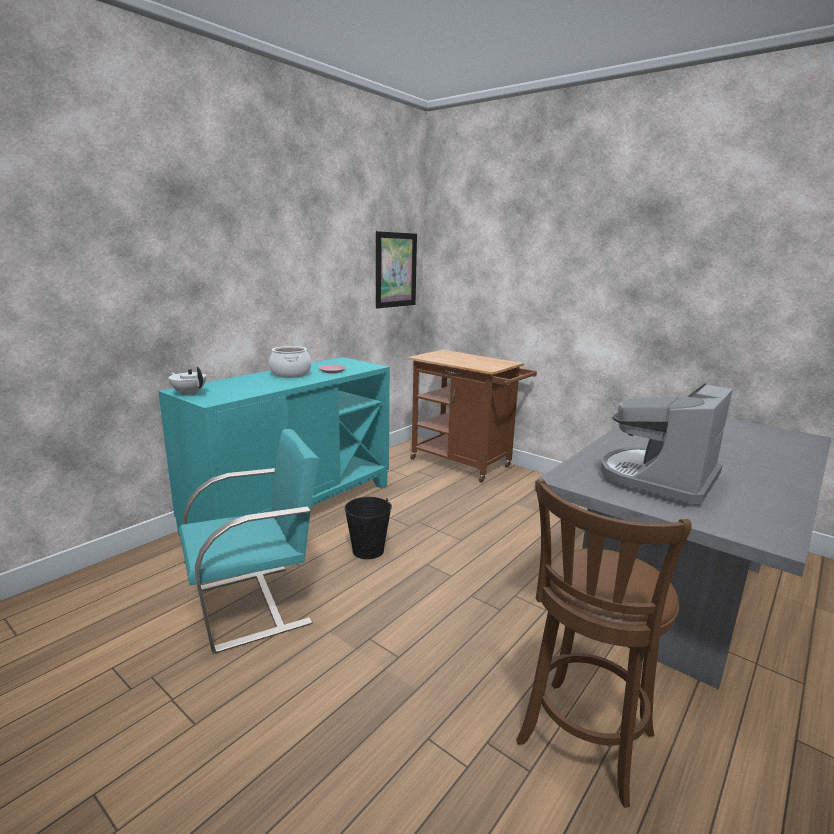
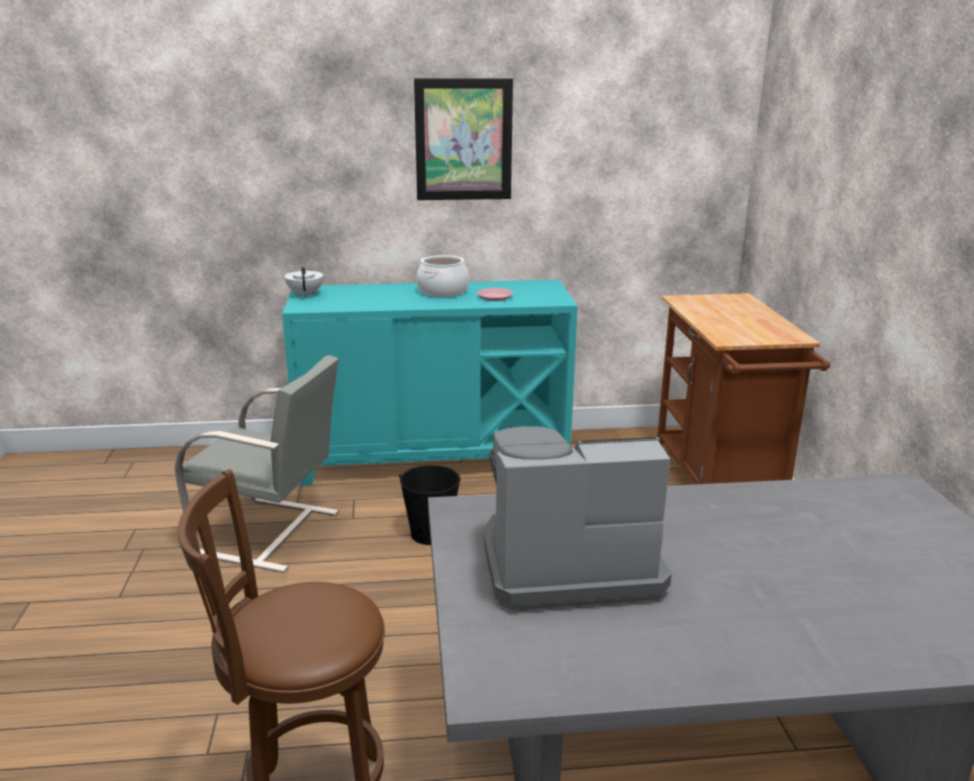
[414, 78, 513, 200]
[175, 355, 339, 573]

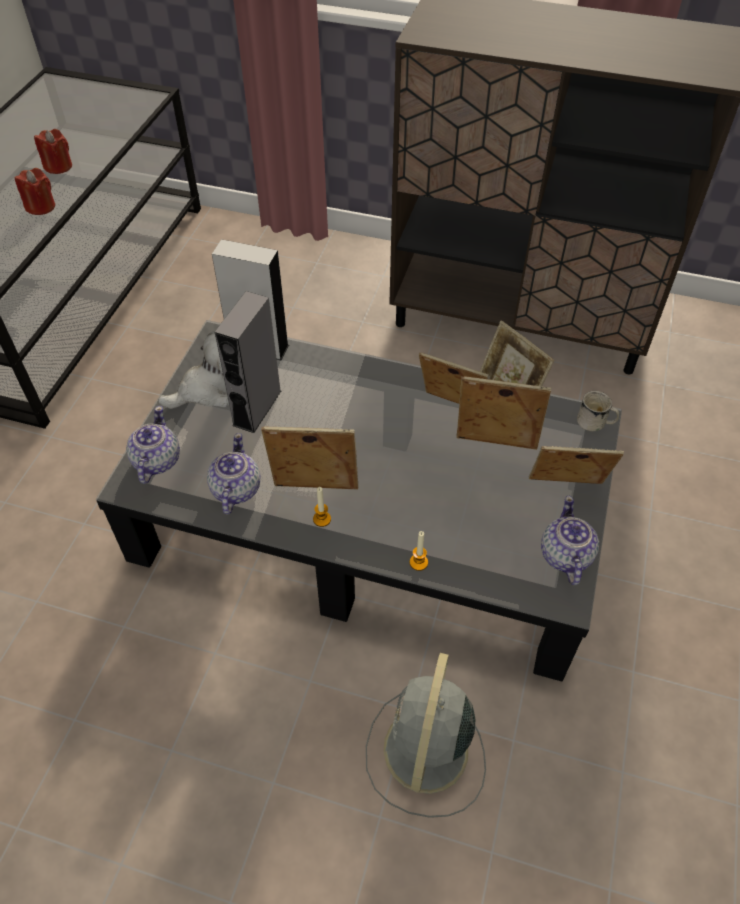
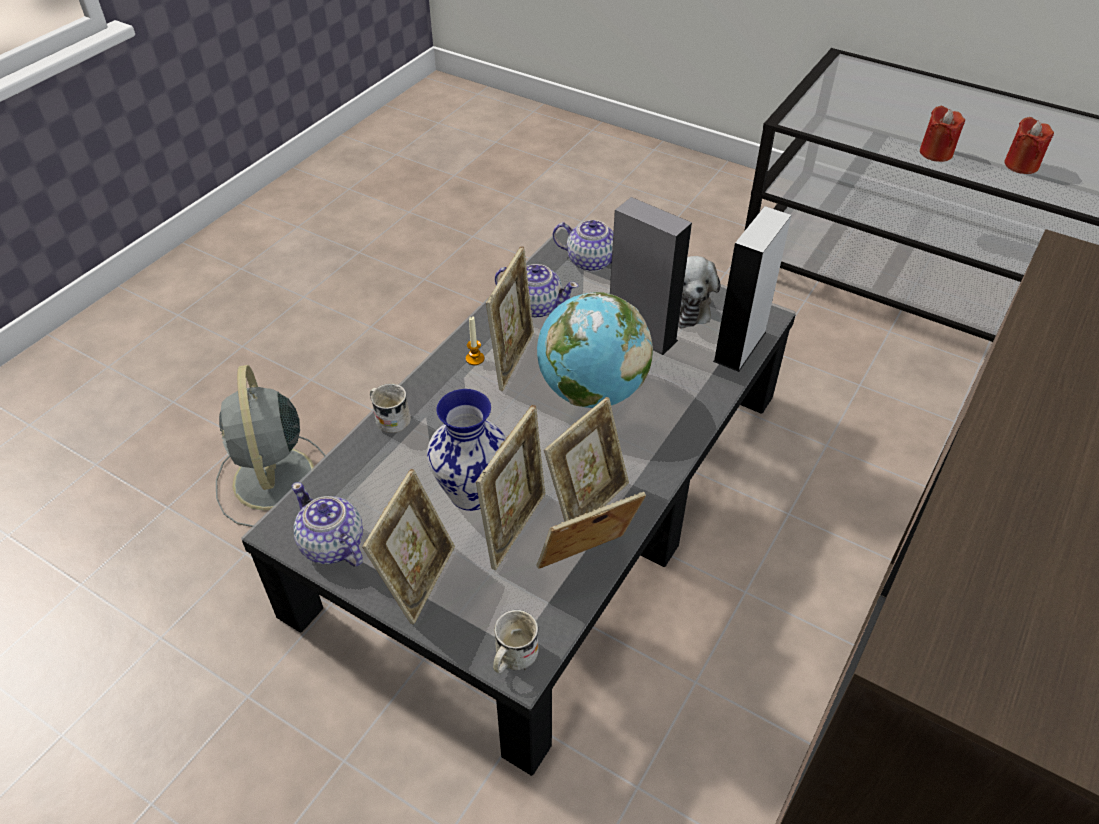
[427, 389, 506, 511]
[537, 292, 653, 408]
[370, 384, 411, 433]
[216, 365, 326, 527]
[292, 482, 363, 567]

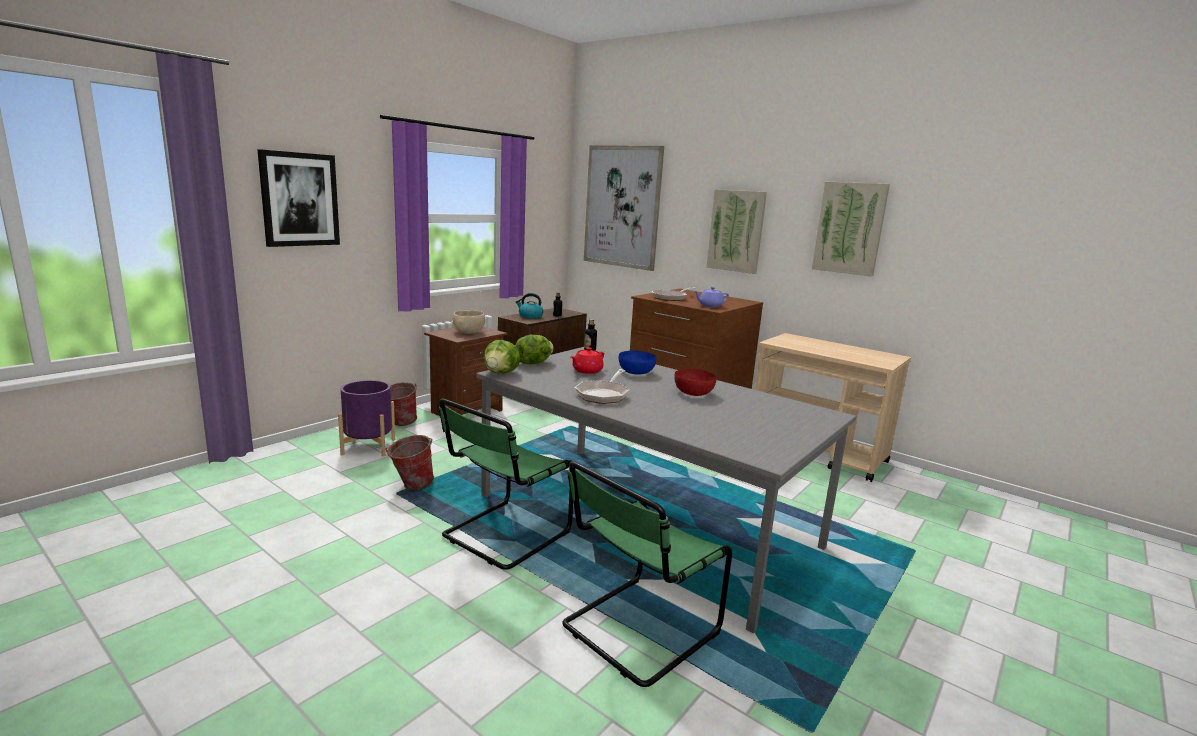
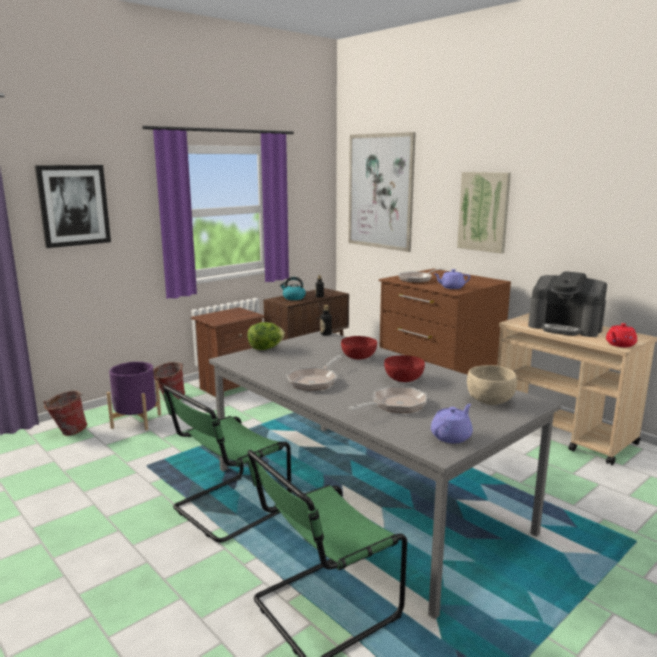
[484, 340, 520, 373] (first image)
[812, 181, 890, 277] (first image)
[349, 386, 427, 413]
[431, 404, 473, 443]
[528, 271, 607, 337]
[43, 391, 87, 436]
[467, 365, 517, 405]
[606, 323, 637, 347]
[341, 336, 377, 359]

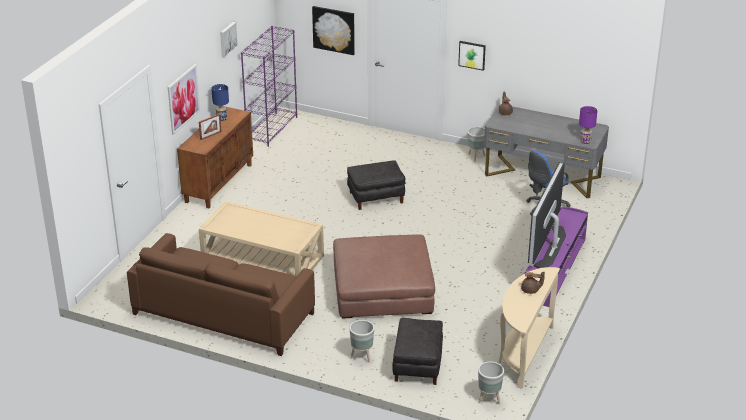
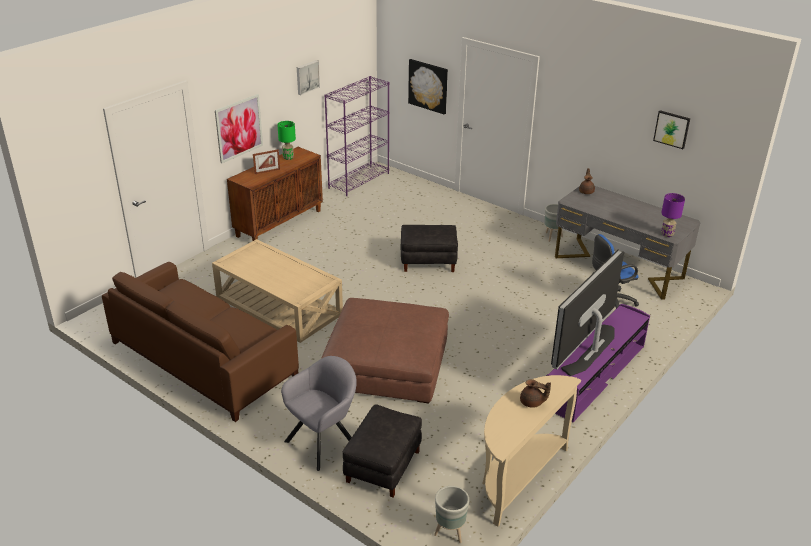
[653, 110, 690, 149]
[281, 356, 357, 471]
[277, 121, 296, 160]

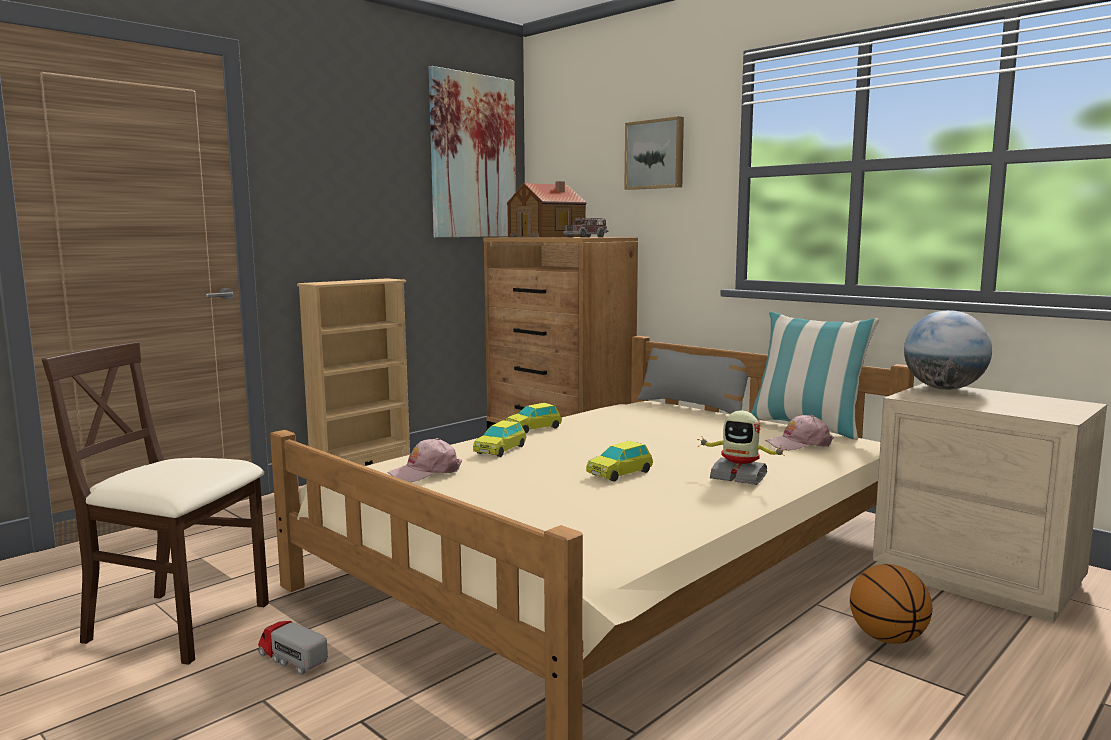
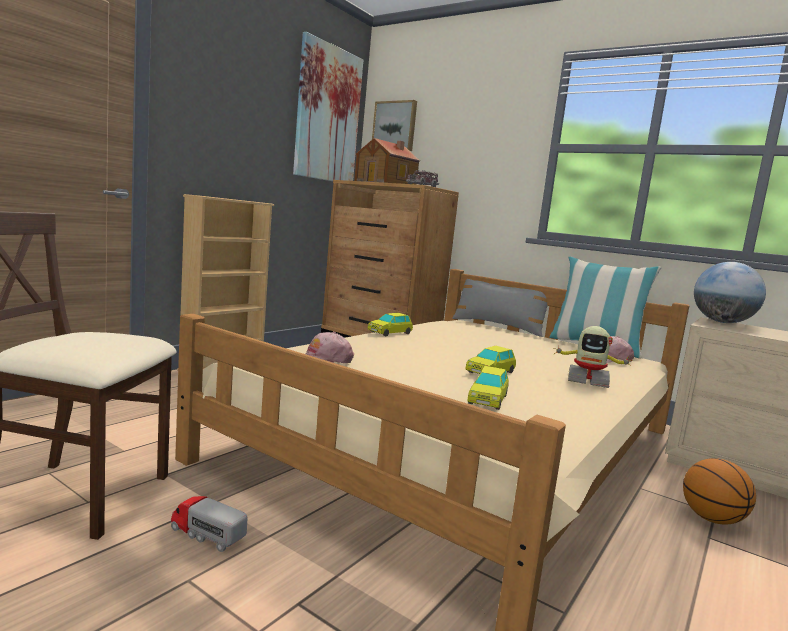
[467, 366, 509, 410]
[372, 100, 417, 151]

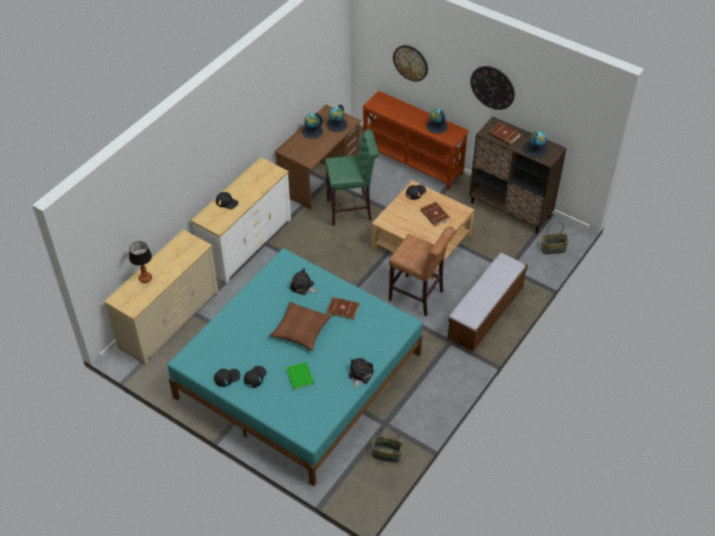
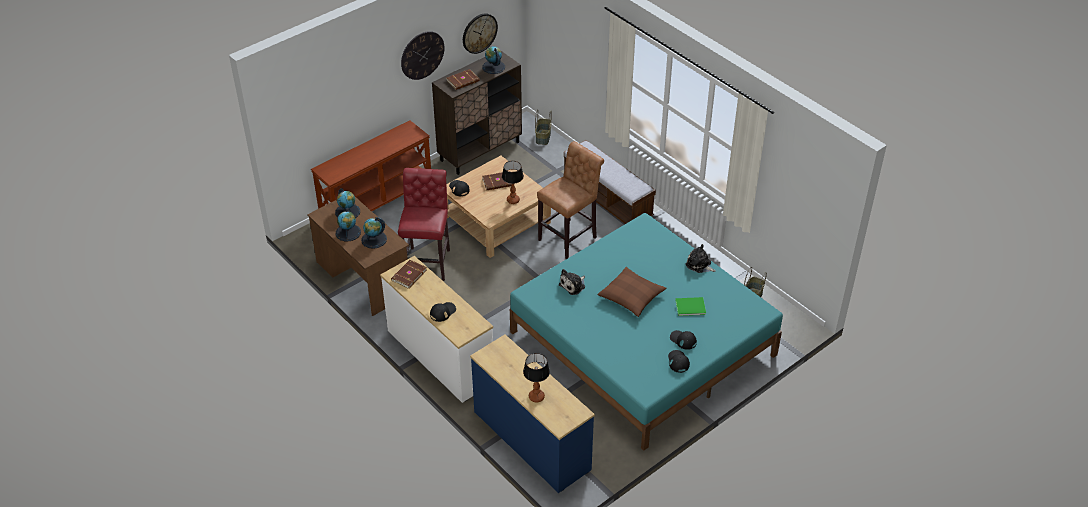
[502, 161, 524, 204]
[391, 260, 427, 289]
[463, 13, 498, 54]
[361, 217, 387, 249]
[470, 335, 595, 493]
[398, 168, 450, 281]

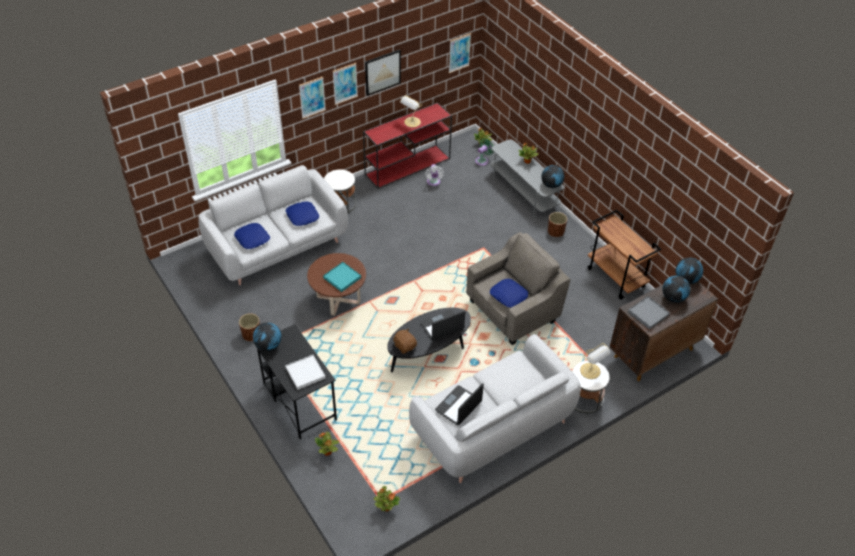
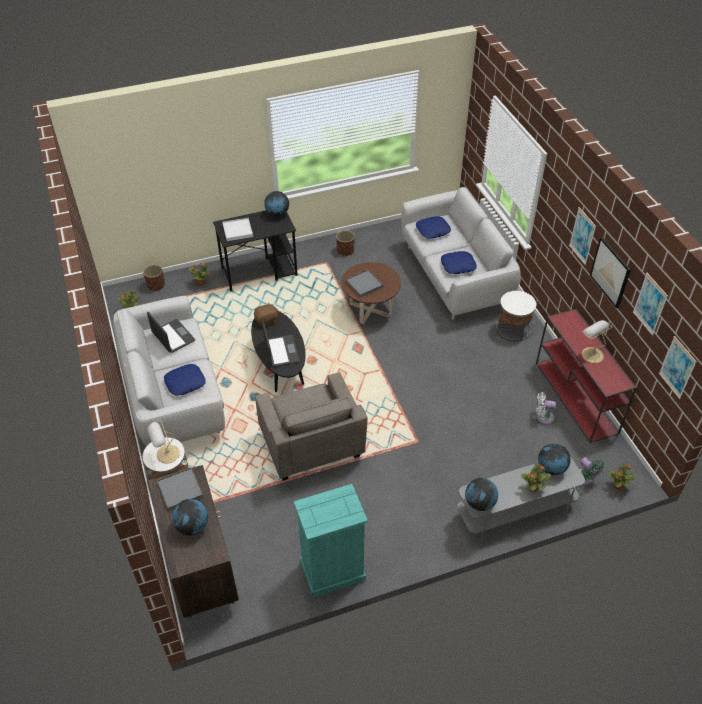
[633, 273, 668, 336]
[164, 364, 206, 396]
[143, 265, 165, 291]
[538, 443, 571, 475]
[294, 484, 368, 597]
[346, 269, 383, 298]

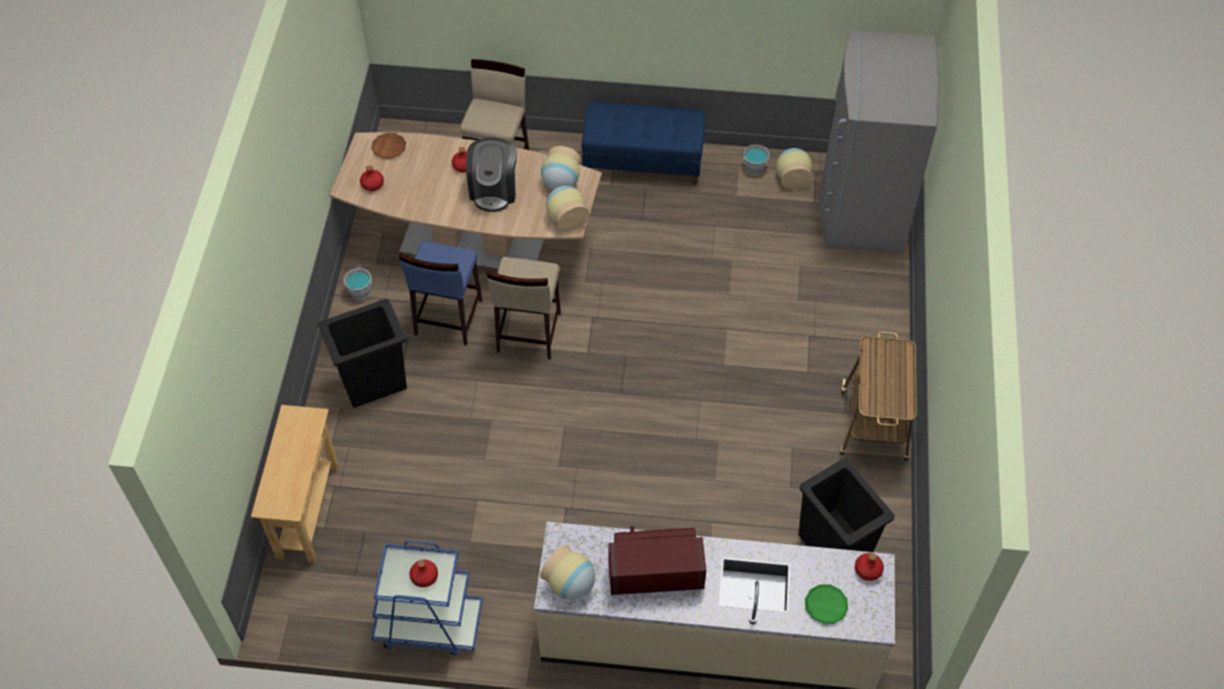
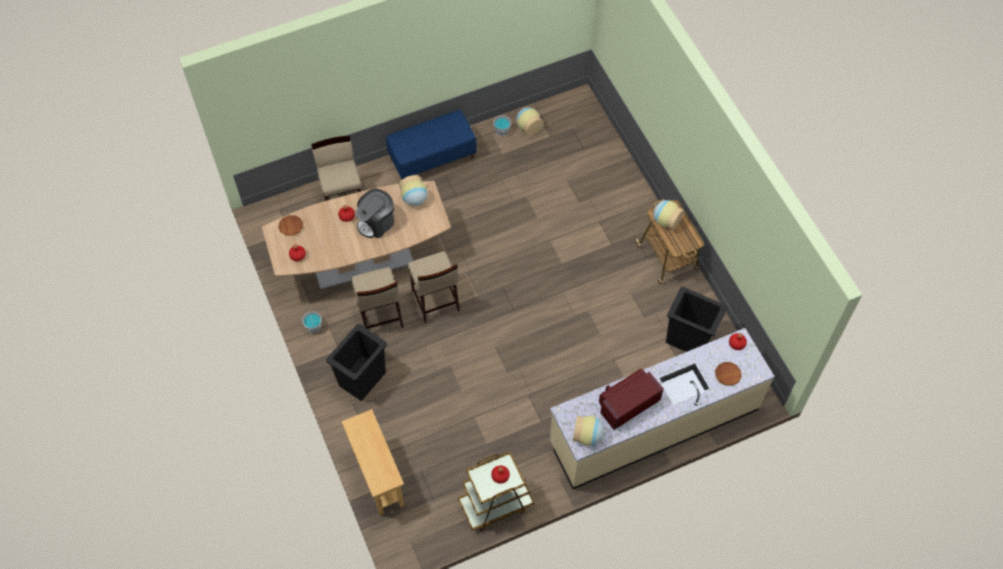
[819, 30, 938, 253] (first image)
[653, 200, 684, 230]
[458, 452, 534, 531]
[351, 267, 403, 329]
[715, 362, 742, 386]
[356, 189, 394, 238]

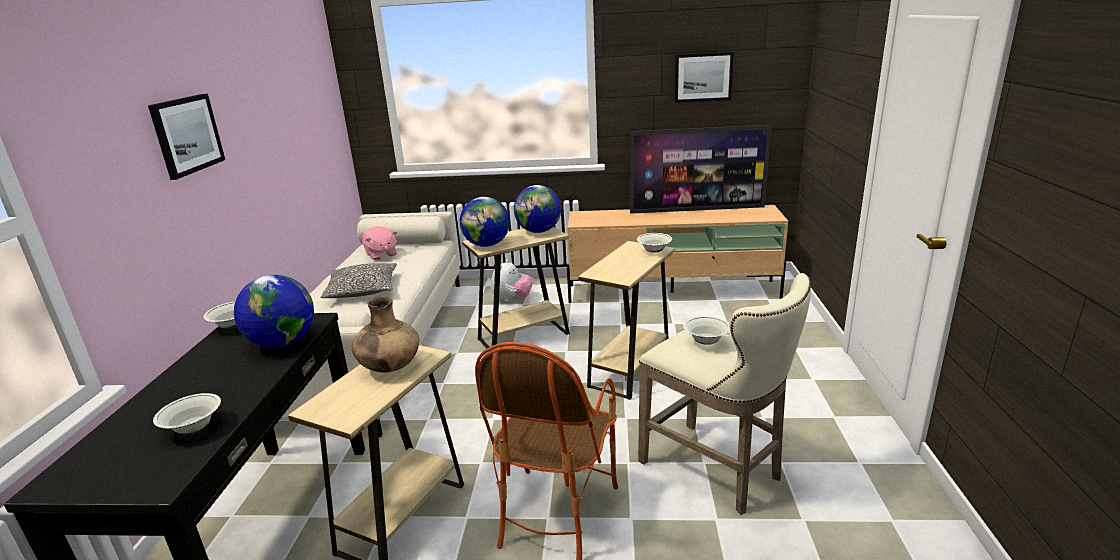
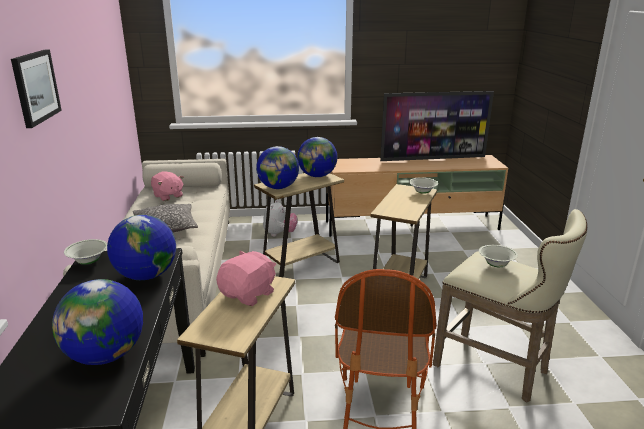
[675, 52, 734, 103] (first image)
[52, 279, 143, 365]
[216, 251, 276, 306]

